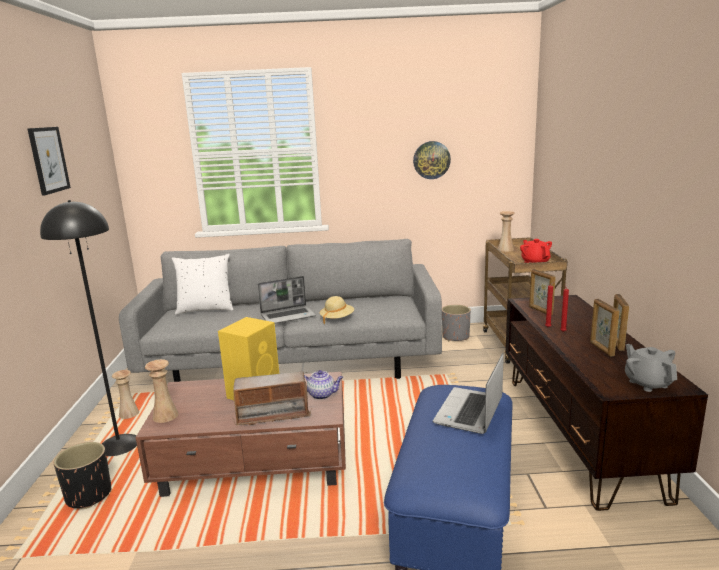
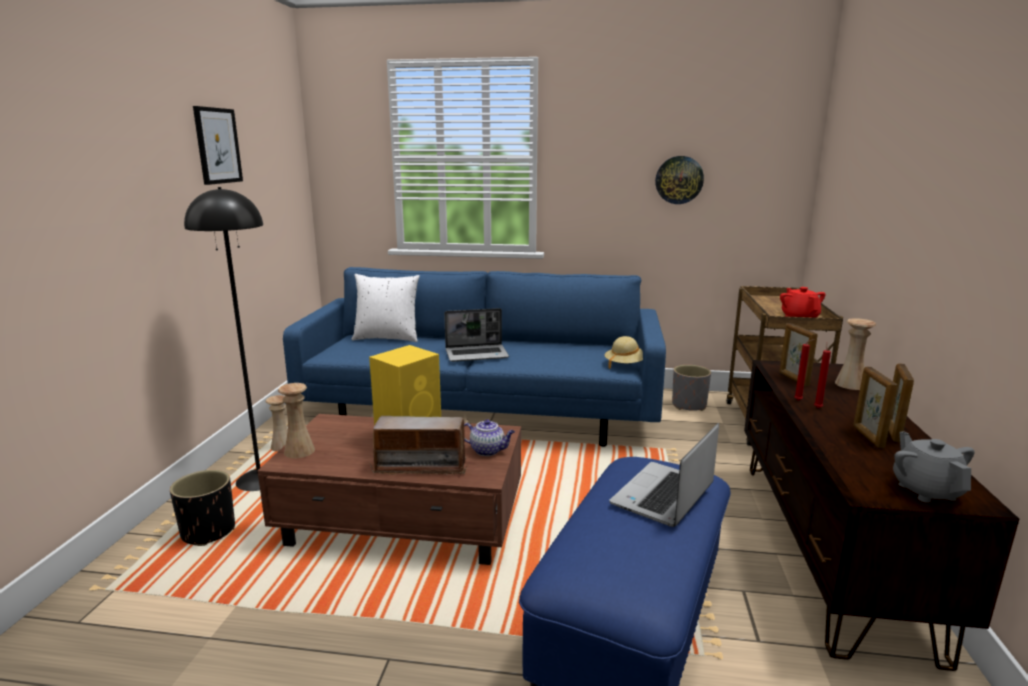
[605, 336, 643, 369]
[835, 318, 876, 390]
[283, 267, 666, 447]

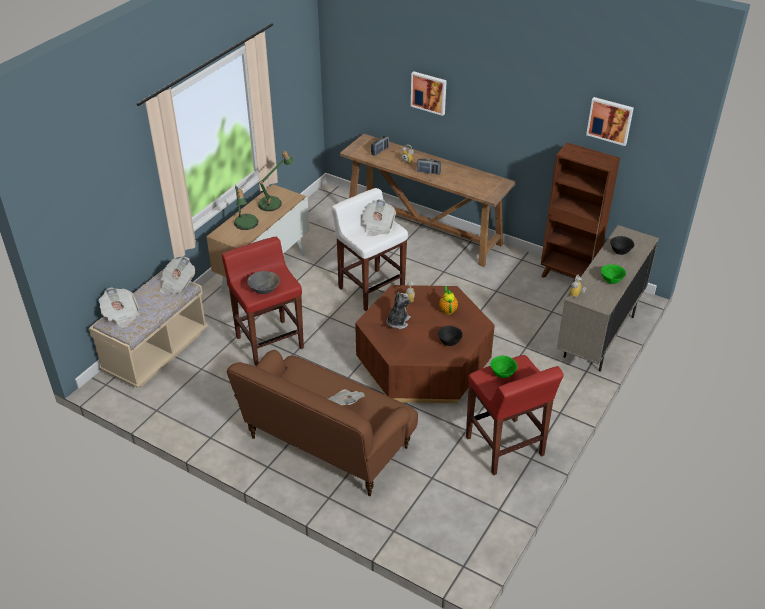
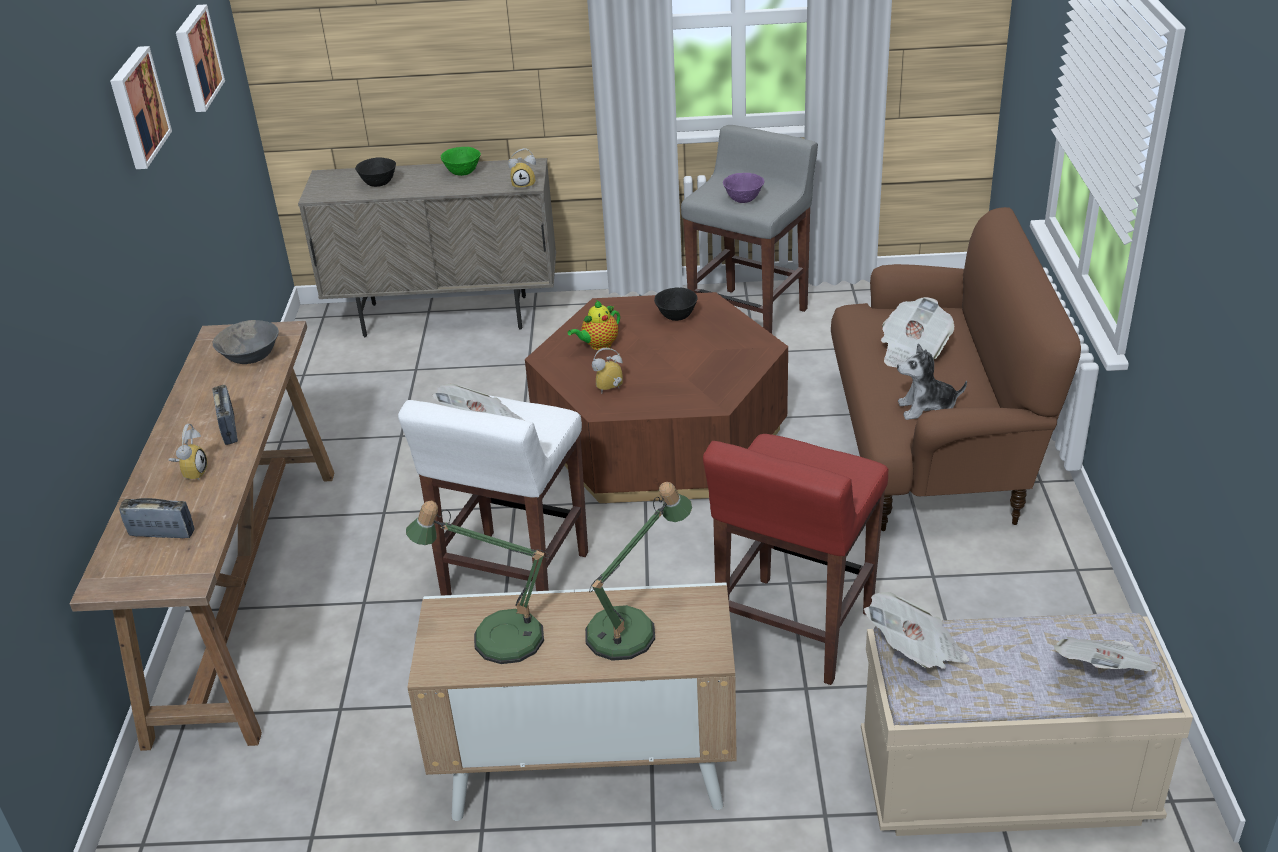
[541, 143, 620, 278] (first image)
[213, 320, 279, 364]
[897, 343, 967, 420]
[110, 46, 172, 169]
[681, 125, 818, 334]
[723, 173, 764, 203]

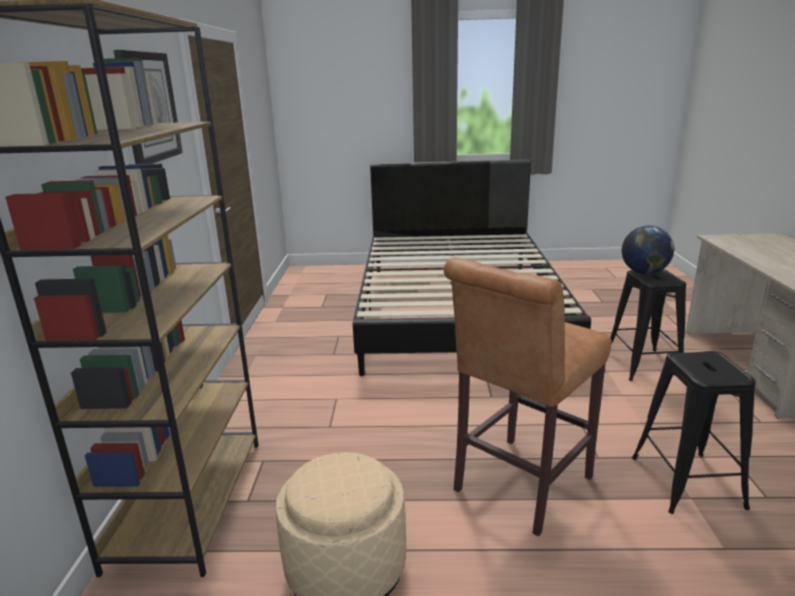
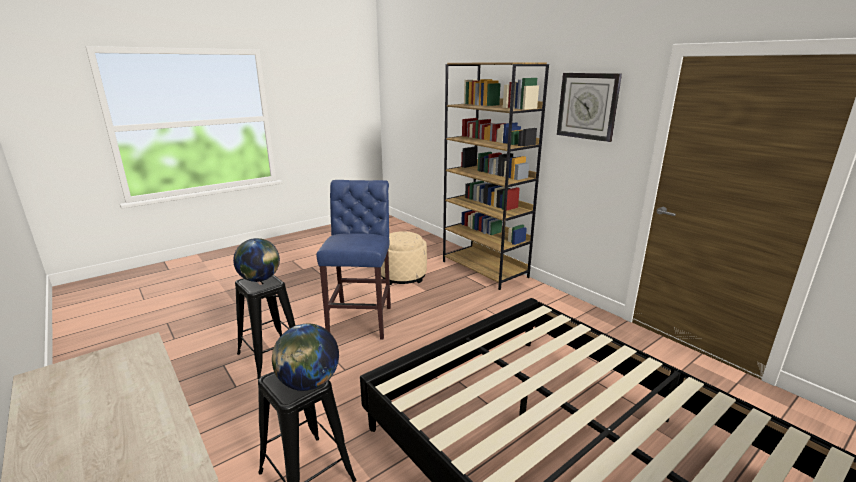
[233, 238, 280, 282]
[316, 180, 391, 340]

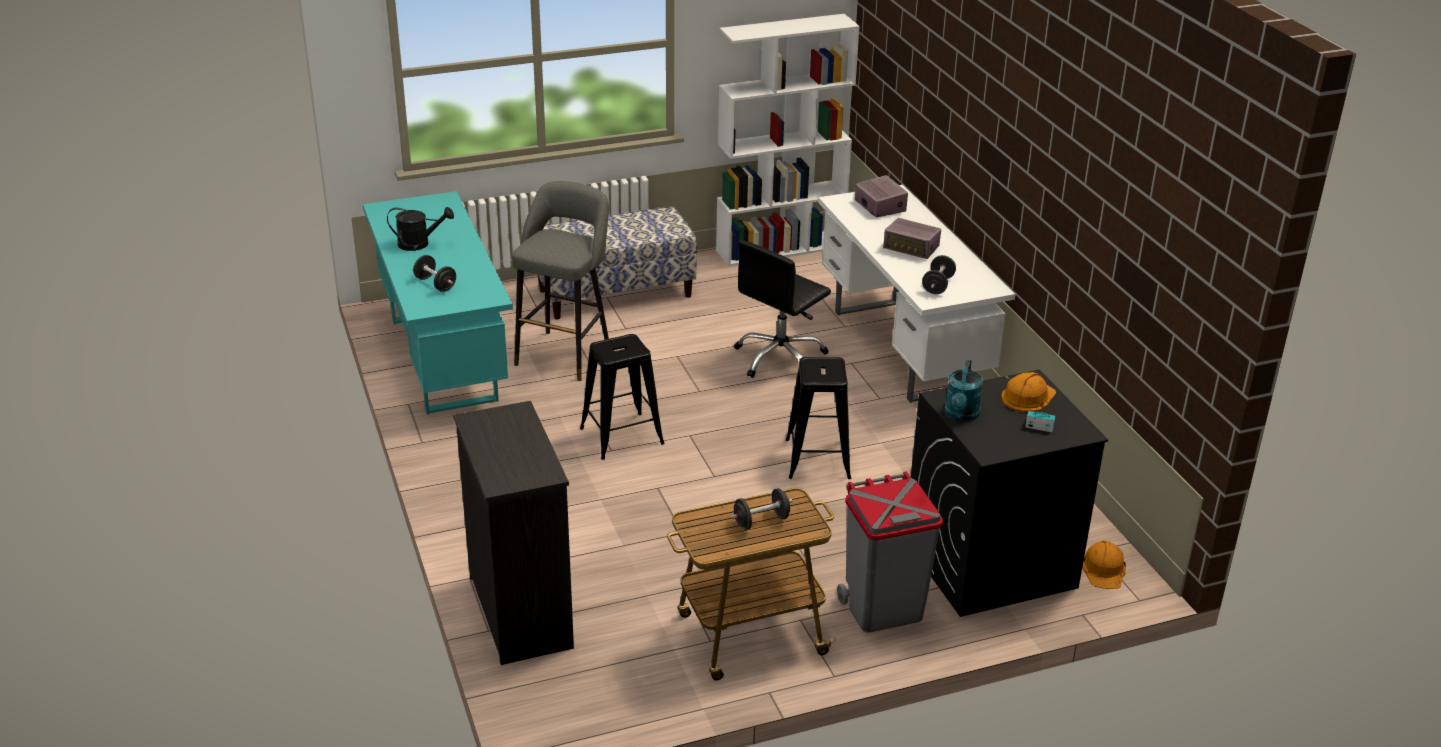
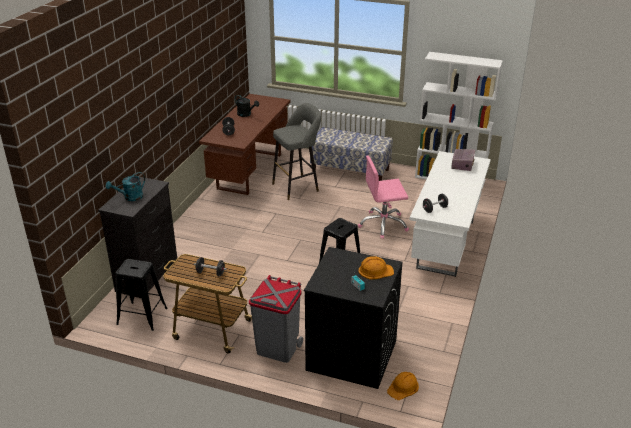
[883, 218, 941, 259] (first image)
[116, 259, 168, 331]
[106, 172, 145, 201]
[199, 94, 291, 195]
[358, 155, 409, 239]

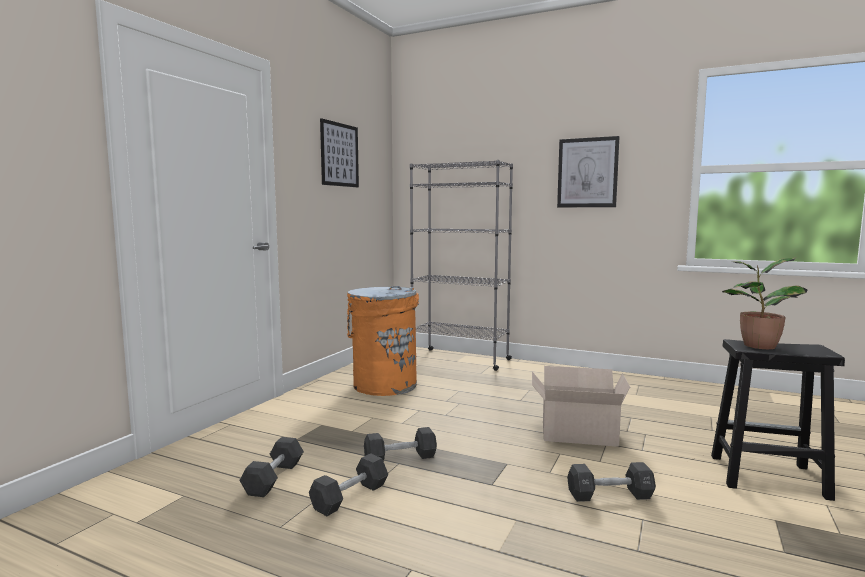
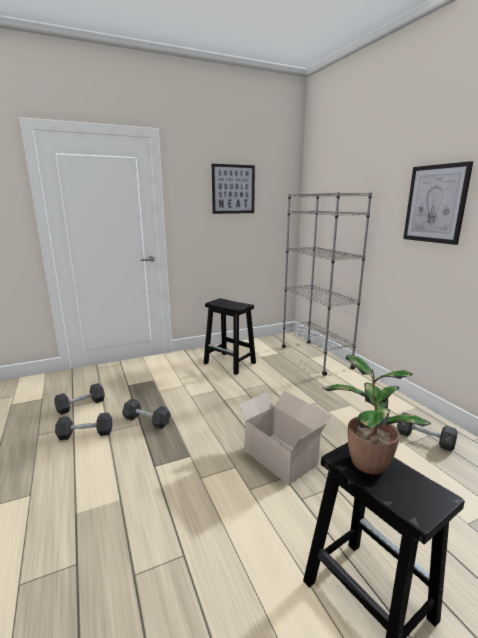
[397, 413, 458, 452]
[204, 298, 256, 375]

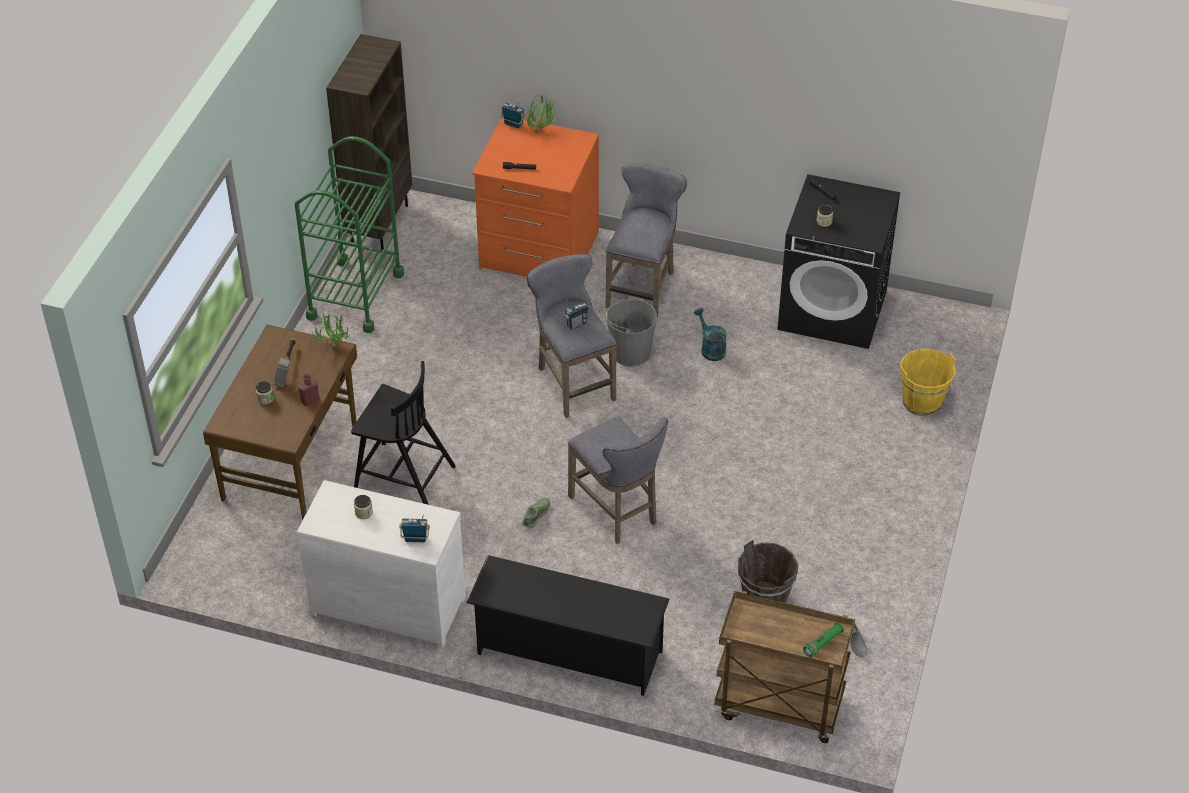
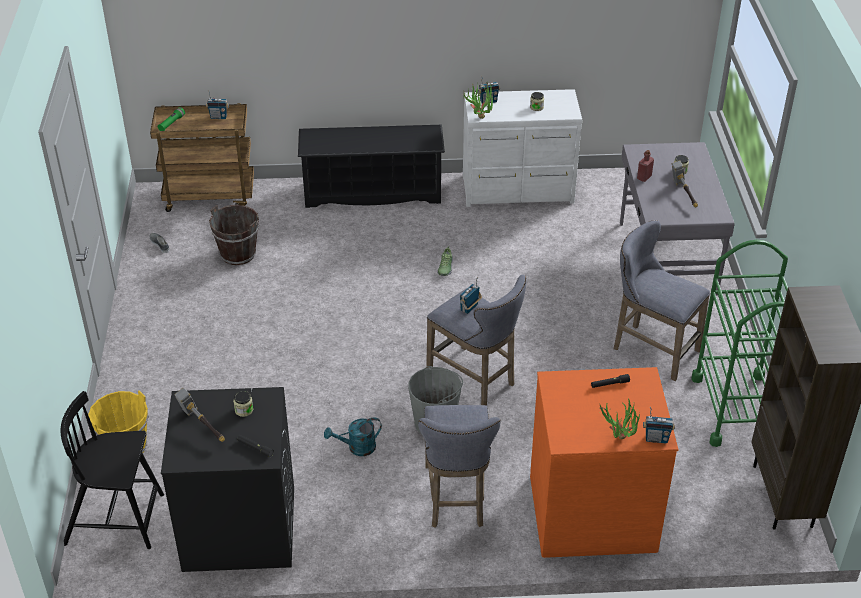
[175, 388, 225, 442]
[206, 90, 229, 119]
[463, 82, 493, 119]
[61, 391, 164, 549]
[614, 220, 710, 381]
[620, 142, 734, 295]
[324, 417, 382, 456]

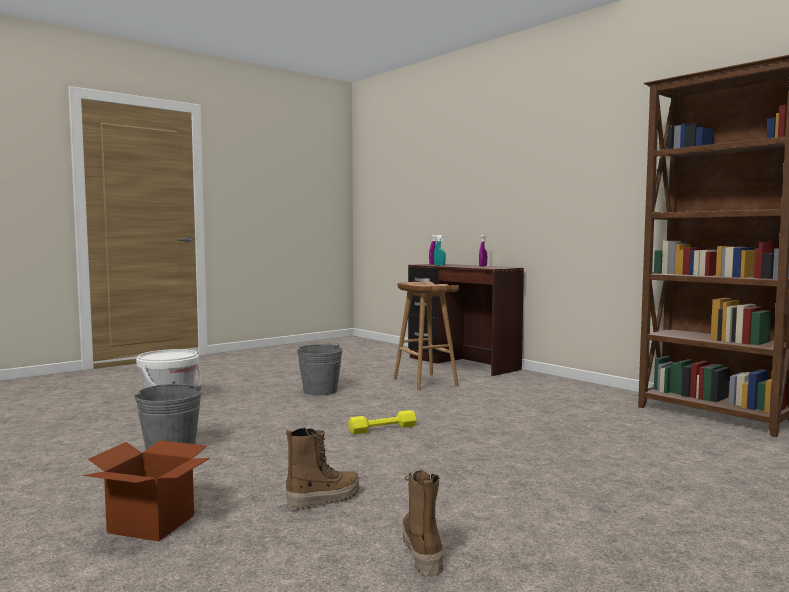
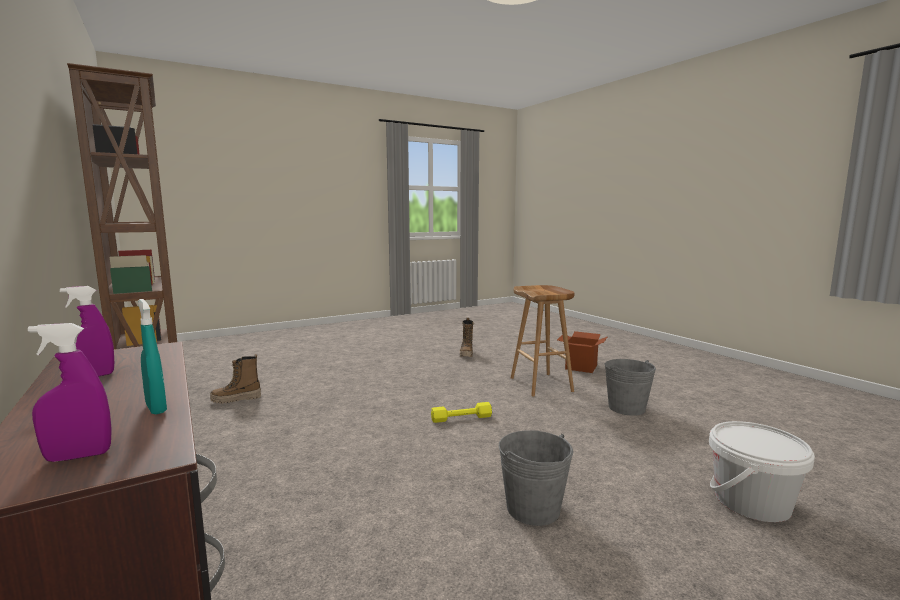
[210, 354, 261, 404]
[511, 285, 575, 397]

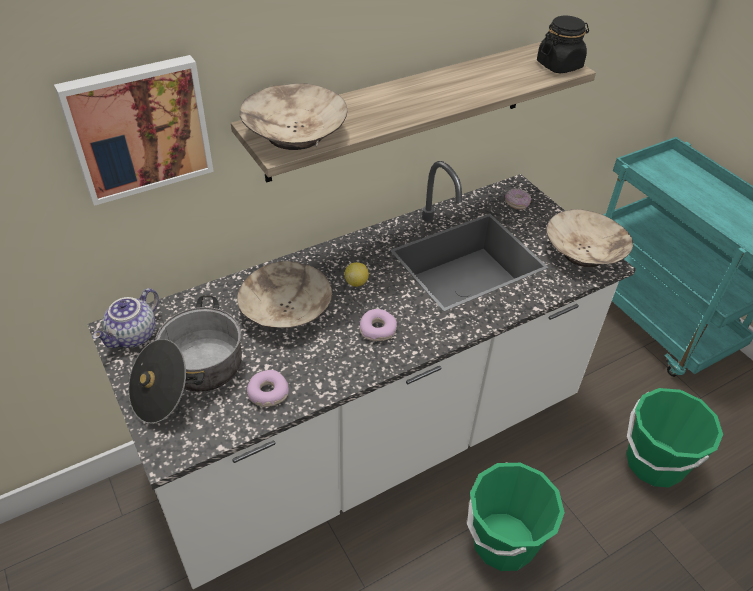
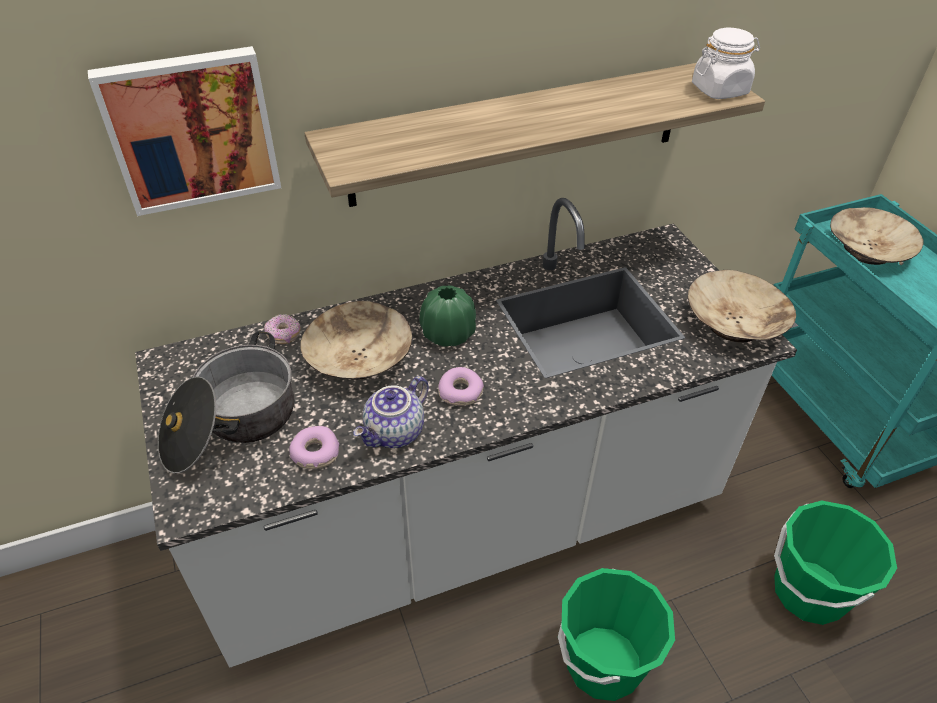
[354, 376, 429, 448]
[830, 207, 923, 265]
[264, 314, 301, 344]
[419, 285, 476, 347]
[692, 28, 760, 99]

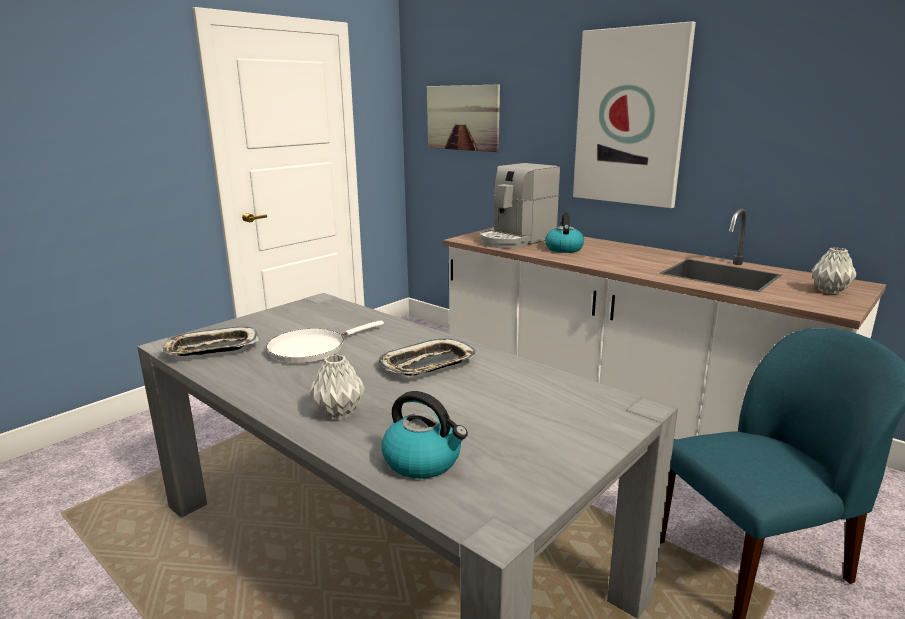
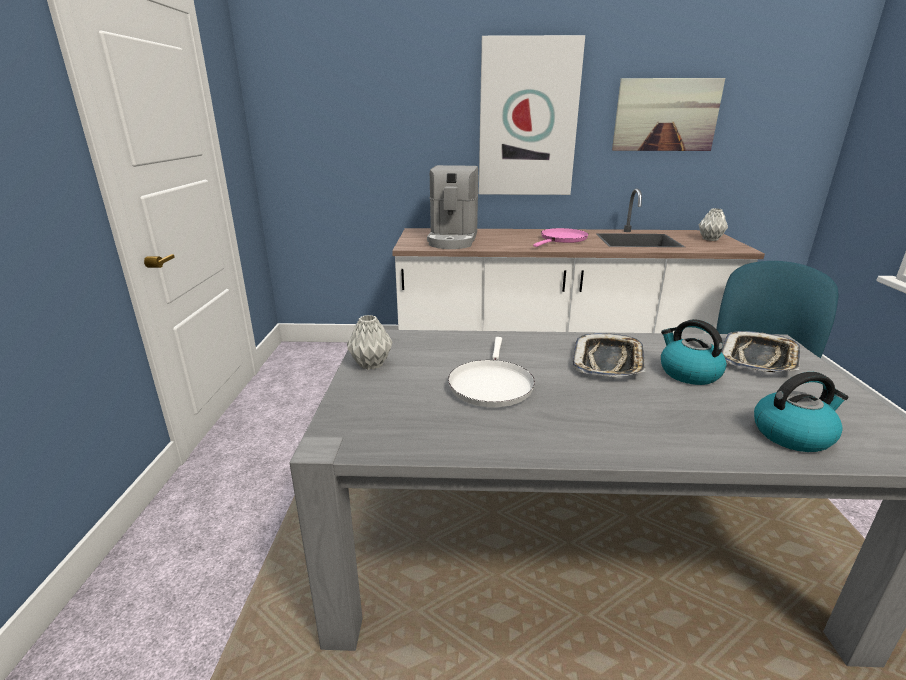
[533, 228, 588, 247]
[721, 331, 800, 372]
[347, 315, 393, 370]
[612, 78, 725, 151]
[661, 319, 727, 385]

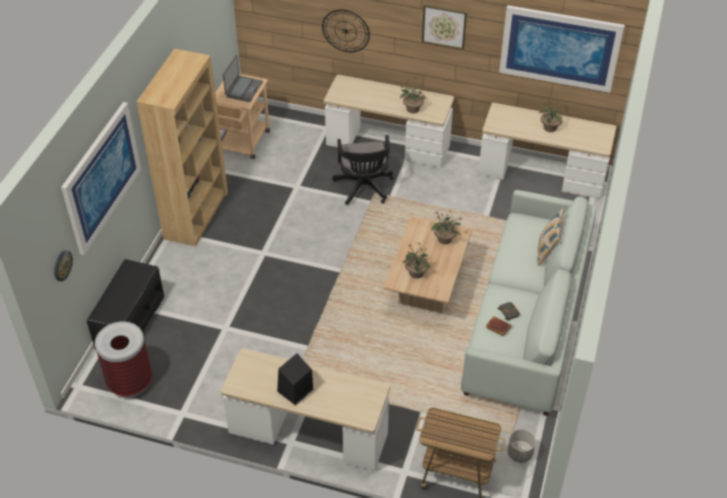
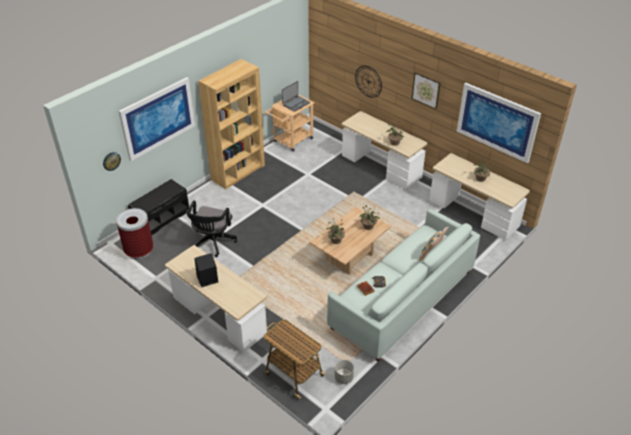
[186, 200, 237, 257]

